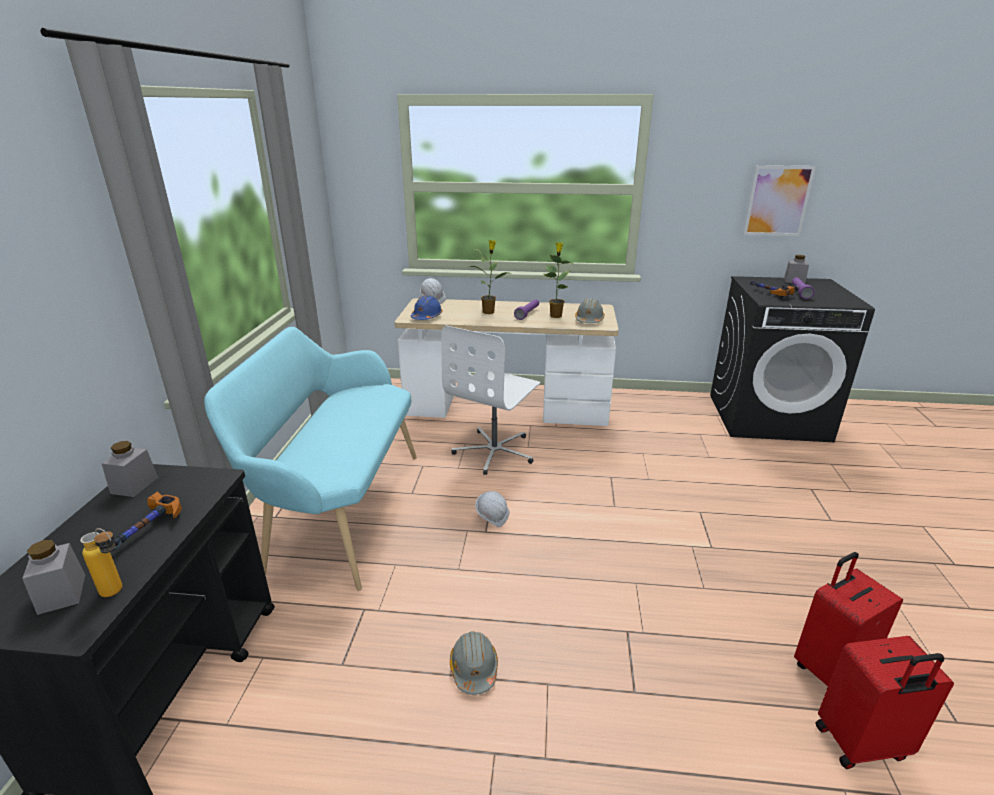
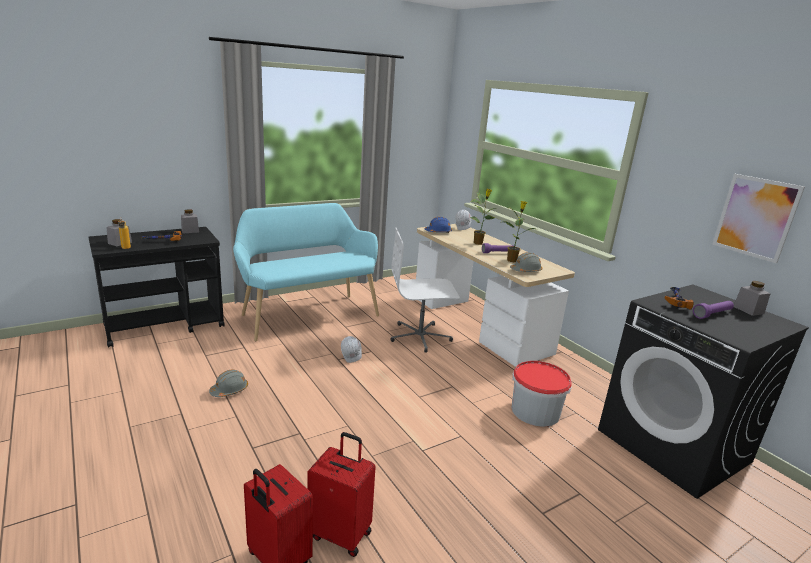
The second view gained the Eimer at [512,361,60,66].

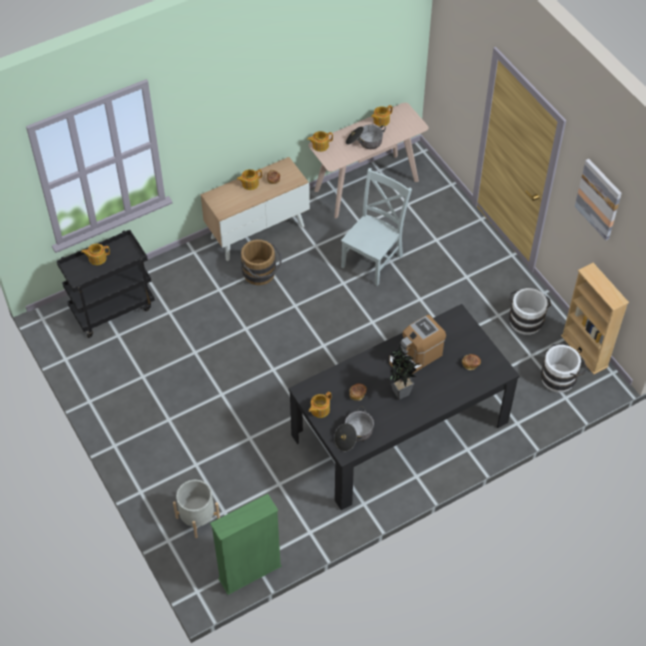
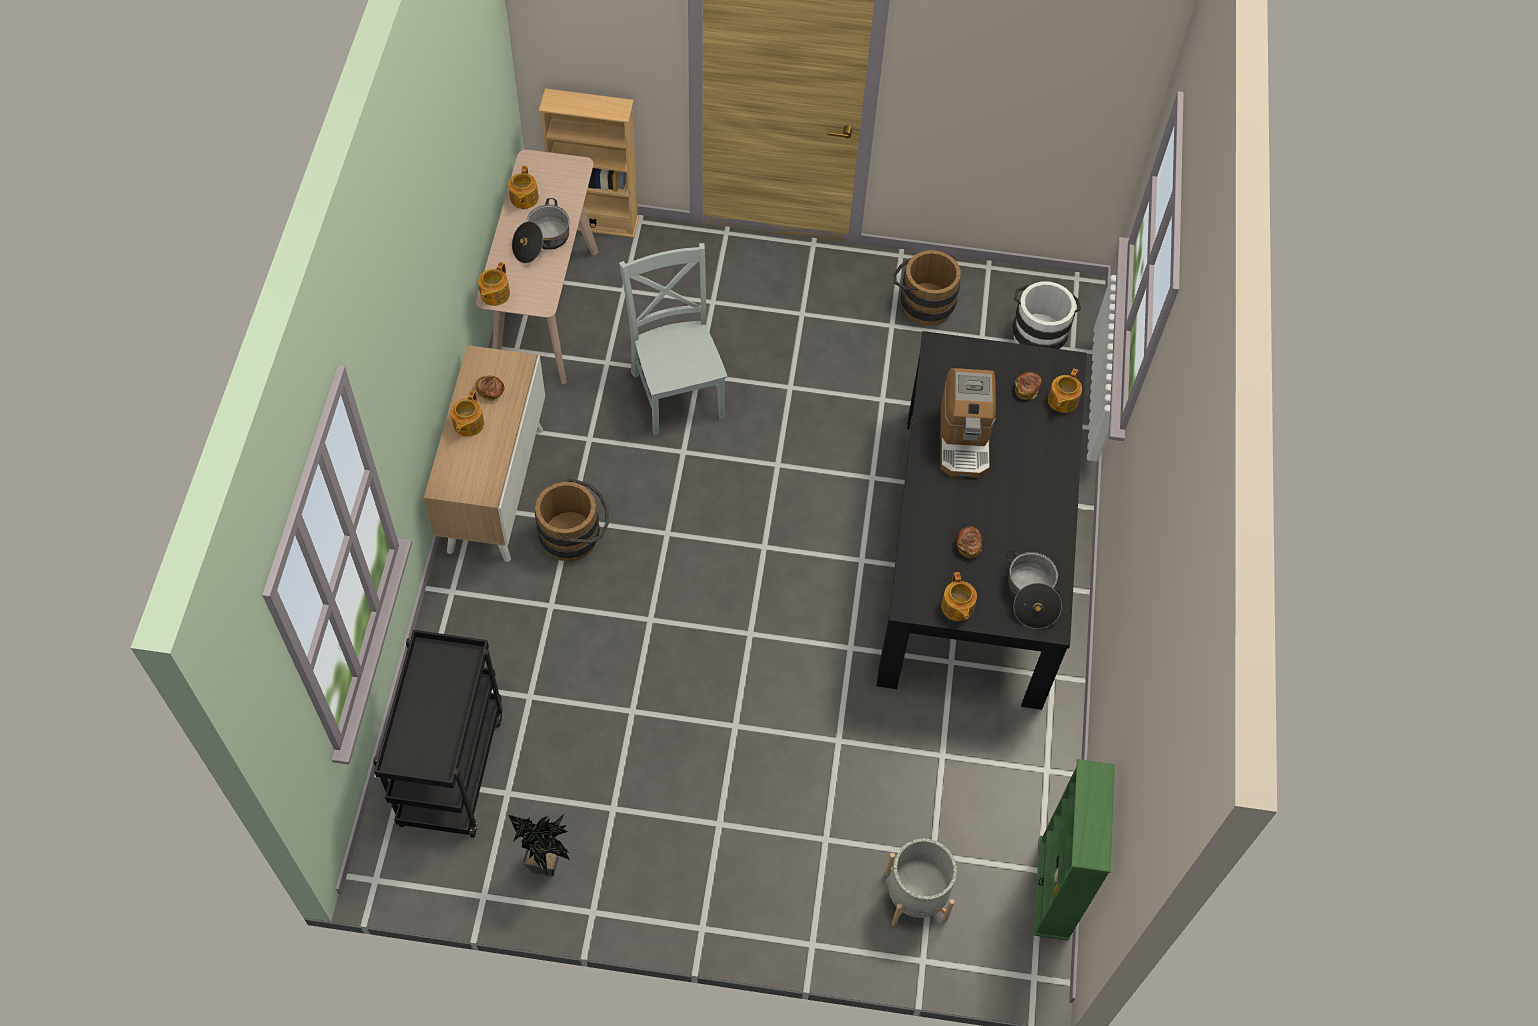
The second view lost the Bild at [575,159,47,82]. The Teekanne ended up elsewhere, having gone from [81,244,29,21] to [1048,369,34,44]. The Bücherregal [beige] ended up elsewhere, having gone from [561,263,68,111] to [539,88,100,150]. What was the Eimer [weiß] at [509,288,42,47] turned into the Eimer [braun] at [893,250,68,76]. The Topfpflanze ended up elsewhere, having gone from [389,345,31,55] to [508,813,62,63].

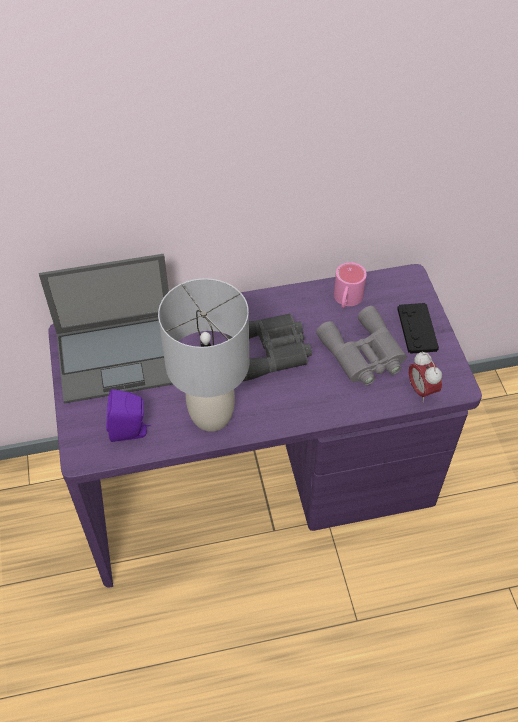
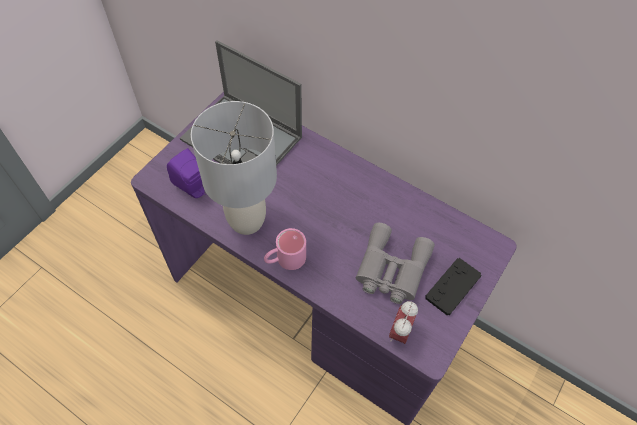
The Henkelbecher [rosa] ended up elsewhere, having gone from [334,262,33,46] to [264,228,42,42]. The second view lost the Fernglas [grau] at [227,313,85,69].

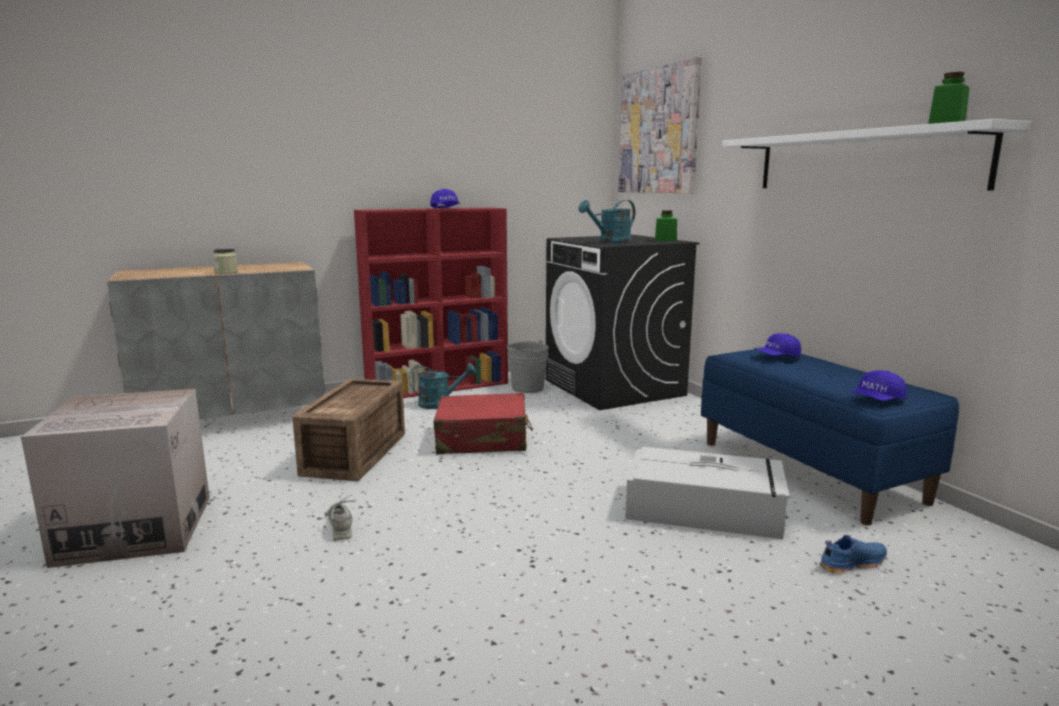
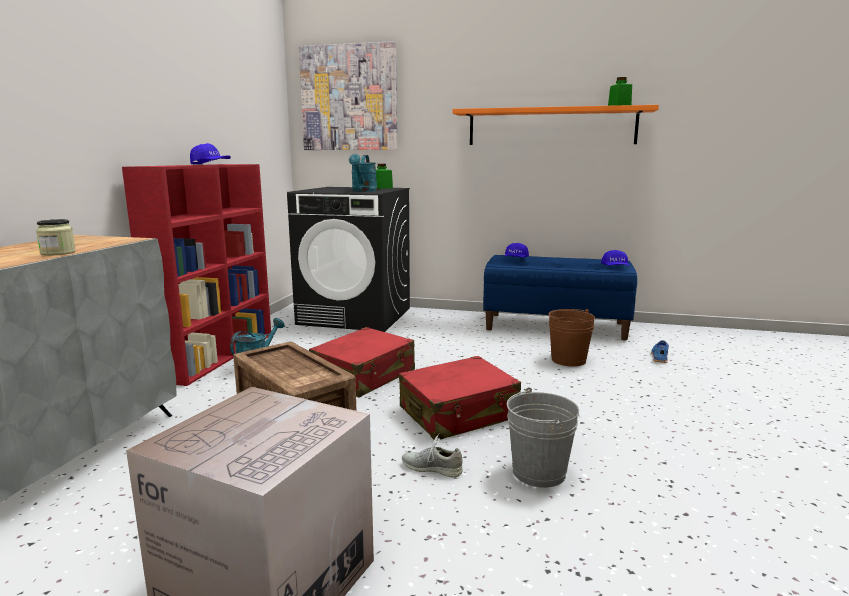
What was the Wandregal [weiß] at [722,119,309,72] turned into the Wandregal [orange] at [452,105,207,40]. The Eimer [grau] ended up elsewhere, having gone from [507,340,42,53] to [507,387,72,101]. Where the Aufbewahrungsbox [grau] stood at [625,447,165,92], the Eimer [braun] came to stand at [548,309,47,57]. The second view gained the Koffer [rot] at [399,356,122,84].

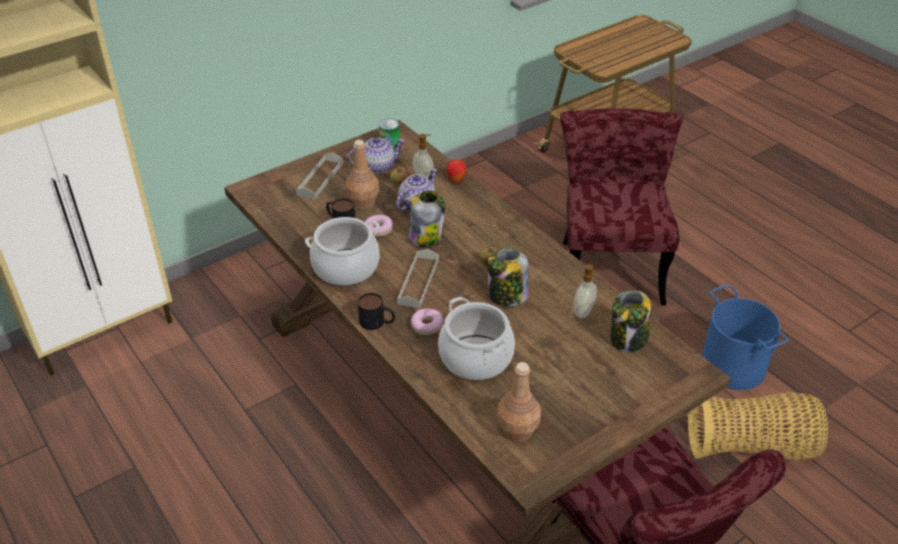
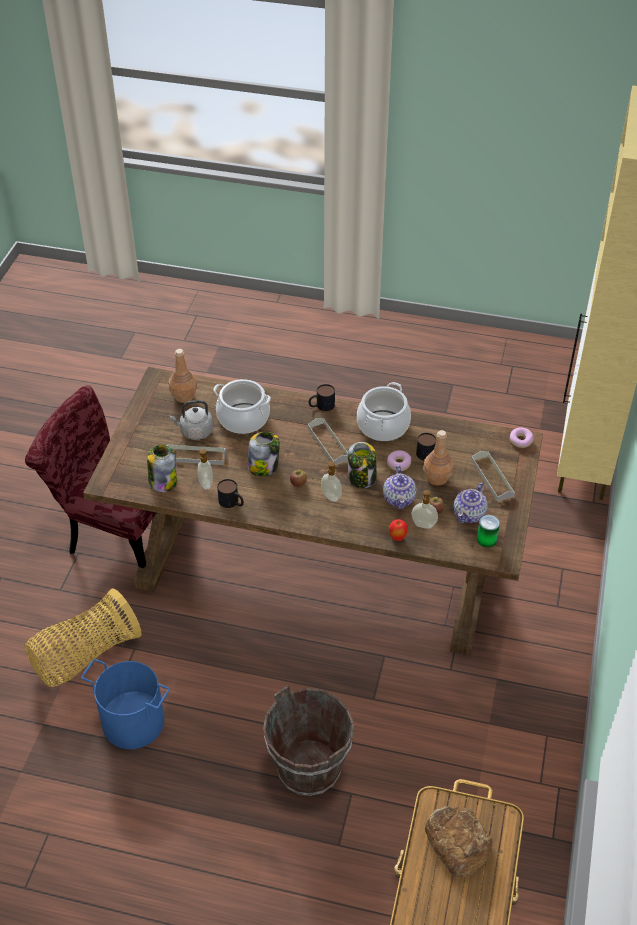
Where the Stuhl [rot] stood at [560,108,123,198], the Eimer [braun] came to stand at [263,685,91,111]. The Donut ended up elsewhere, having gone from [411,309,32,26] to [510,427,24,21]. The second view gained the Wasserkessel [grau] at [169,400,44,40]. The second view gained the Tablett [grau] at [167,444,59,21]. The second view gained the Seifenspender at [321,462,21,40]. The second view gained the Henkelbecher at [217,479,27,29]. The second view gained the Brot at [425,806,68,71].

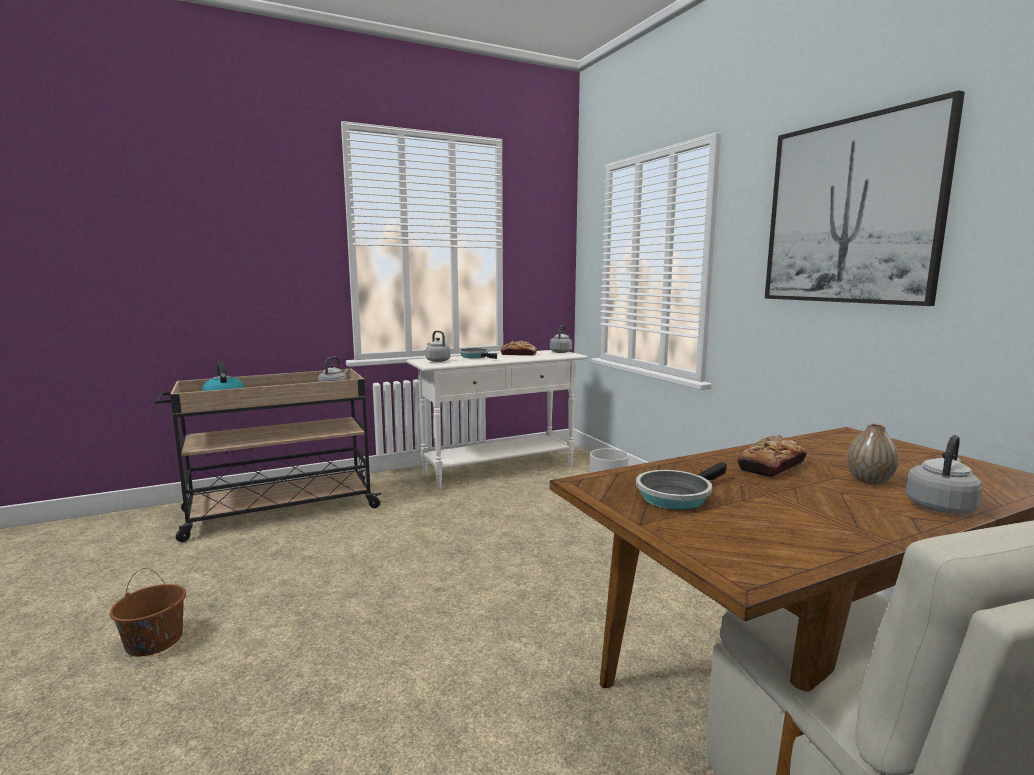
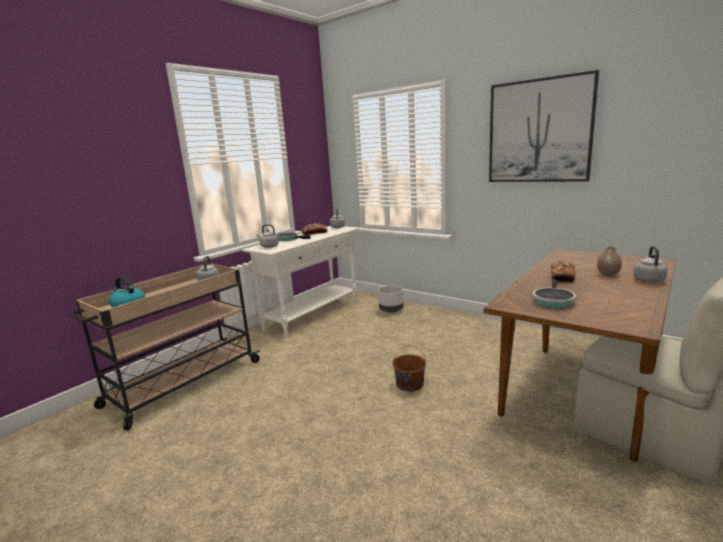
The Eimer [braun] ended up elsewhere, having gone from [110,568,76,88] to [392,345,34,47].

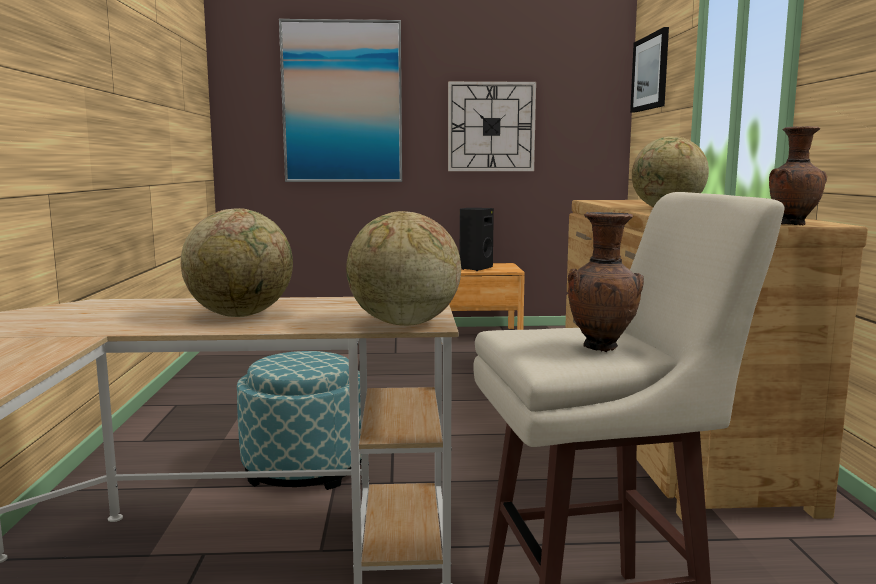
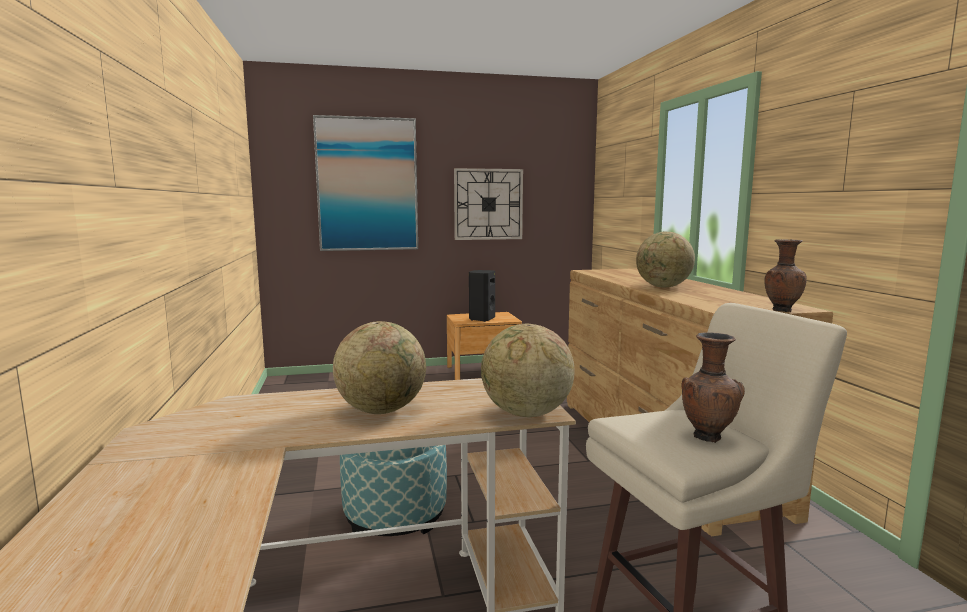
The second view lost the Bild at [630,27,39,86].

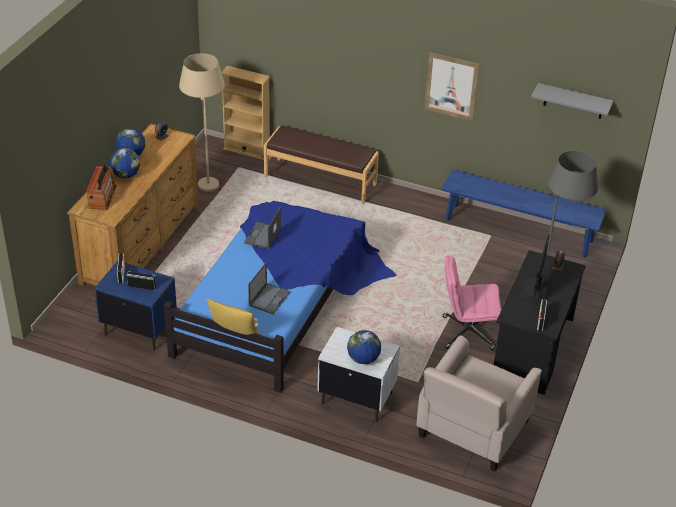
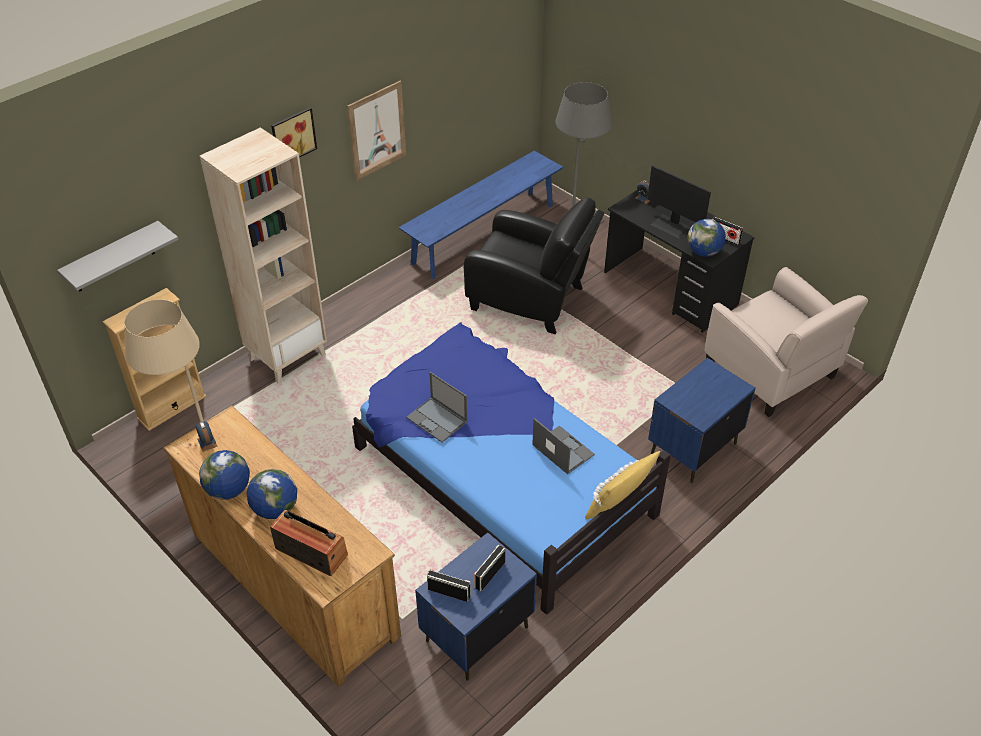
The Wandregal [grau] ended up elsewhere, having gone from [531,83,83,36] to [57,221,122,70]. Where the Bank [braun] stood at [264,125,115,79], the Bücherregal [beige] came to stand at [199,128,128,256]. The second view lost the Bürostuhl [rosa] at [443,255,58,95]. What was the Nachttisch [weiß] at [317,327,83,95] turned into the Nachttisch [blau] at [648,358,107,125]. The Globus ended up elsewhere, having gone from [347,330,34,34] to [687,219,38,38]. The second view gained the Bild at [271,107,46,51]. The second view gained the Sessel [schwarz] at [464,198,141,136].

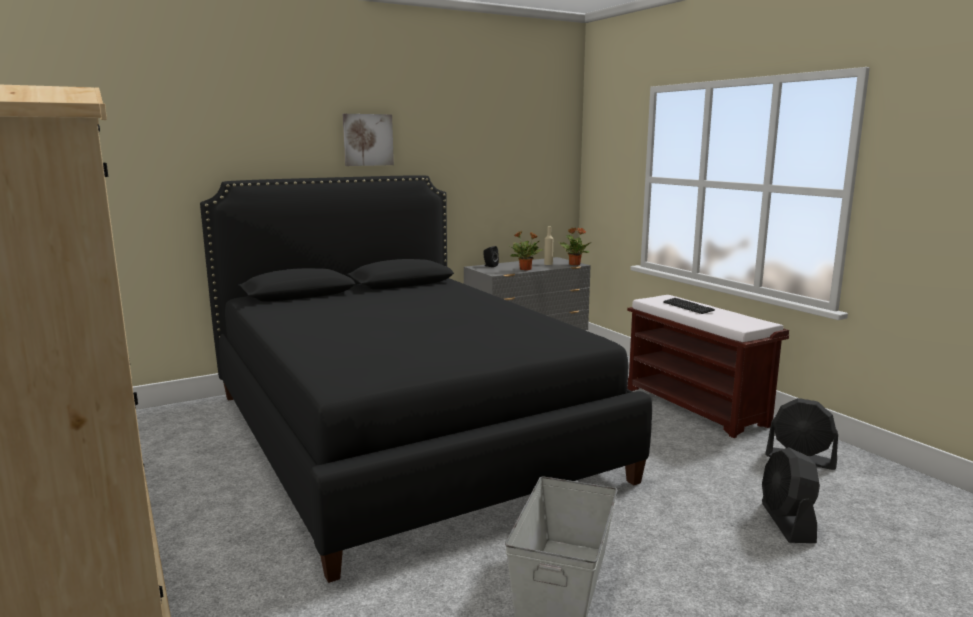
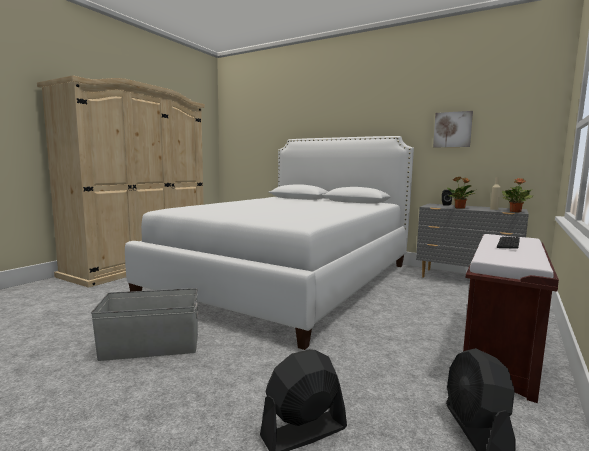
The Bild ended up elsewhere, having gone from [343,114,51,52] to [433,111,40,36]. What was the Bett [schwarz] at [200,175,452,408] turned into the Bett [weiß] at [125,136,289,214].

